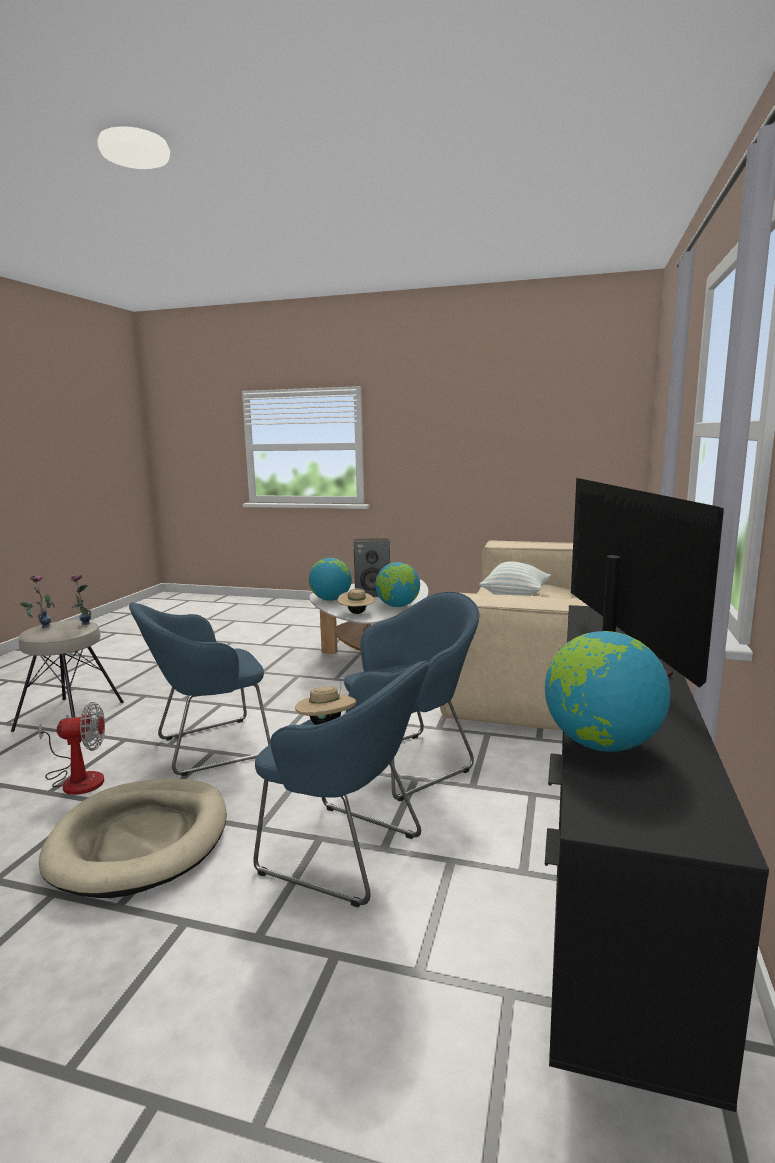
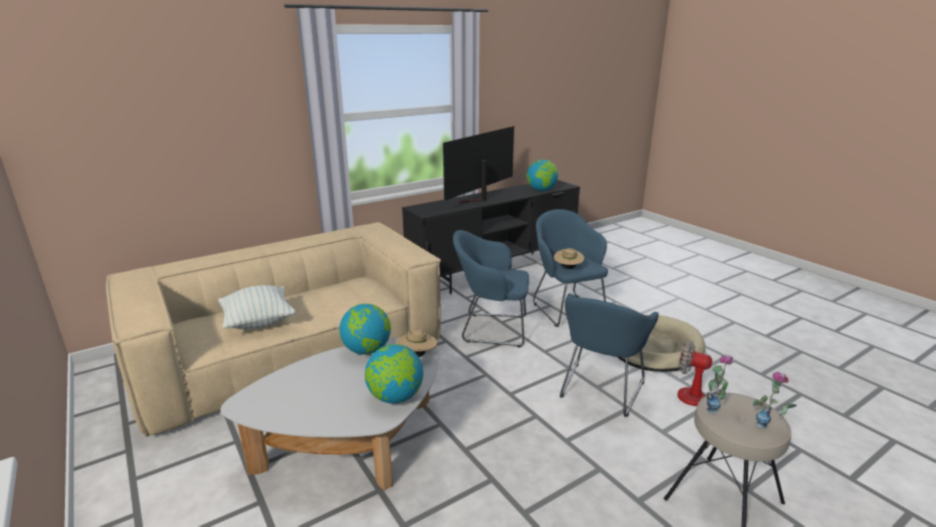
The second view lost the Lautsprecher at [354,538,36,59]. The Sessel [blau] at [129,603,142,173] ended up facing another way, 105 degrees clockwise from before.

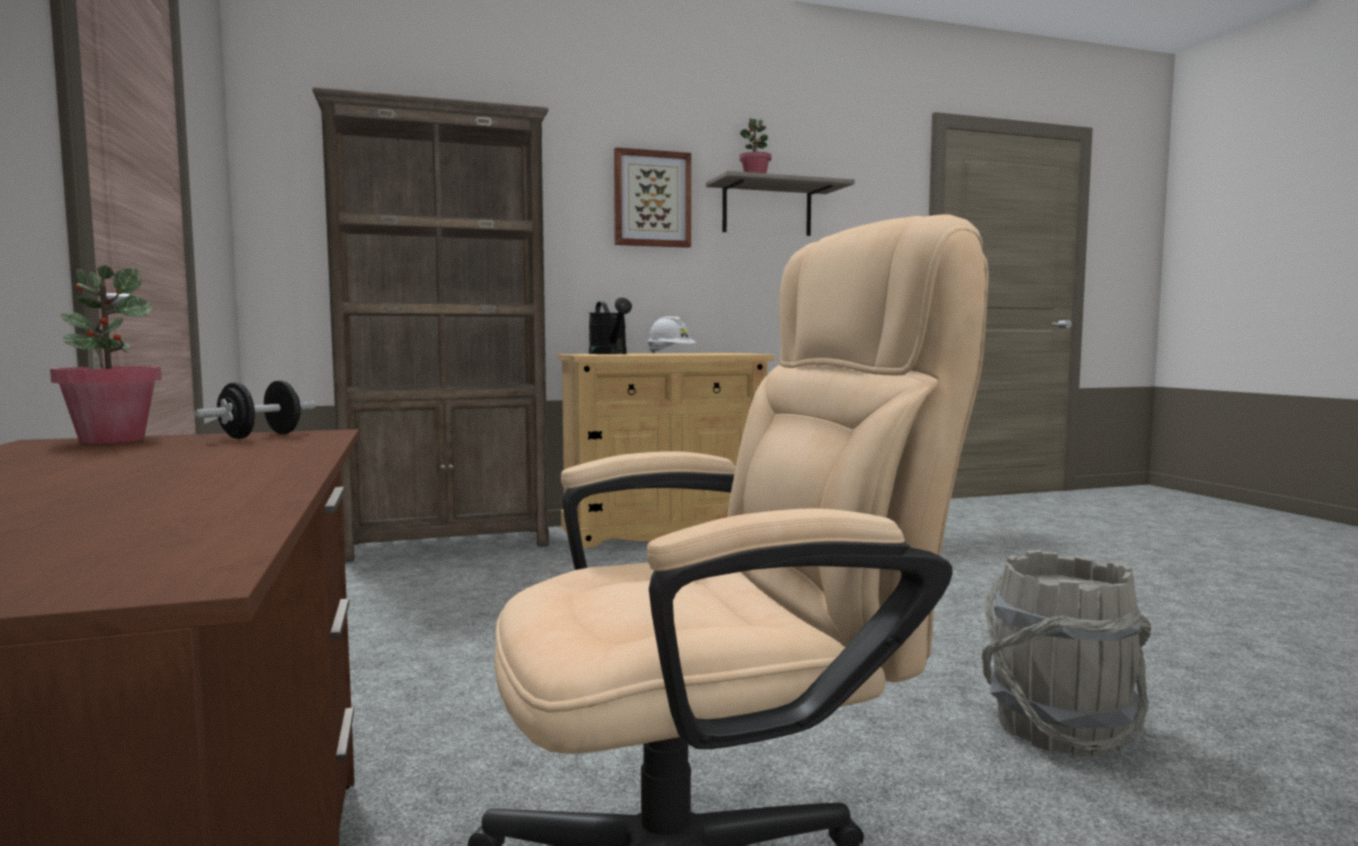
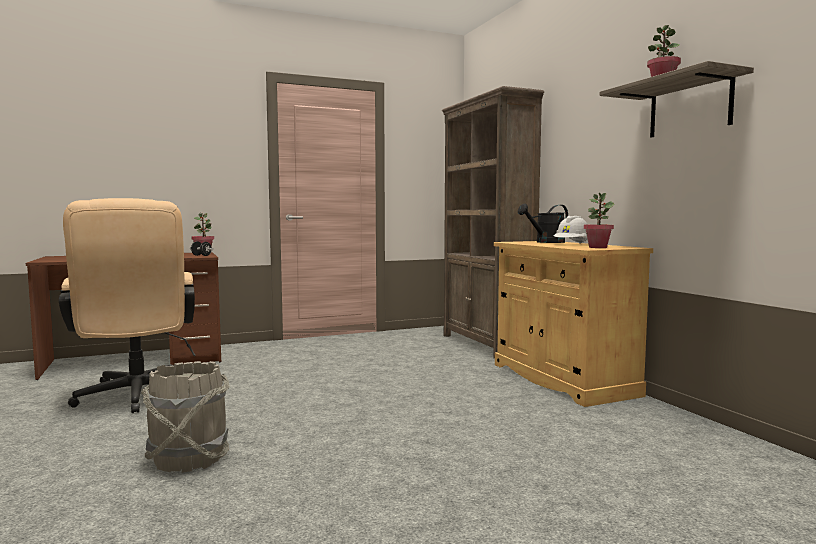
The second view lost the Bild at [614,147,77,101]. The second view gained the Topfpflanze at [584,193,30,55].

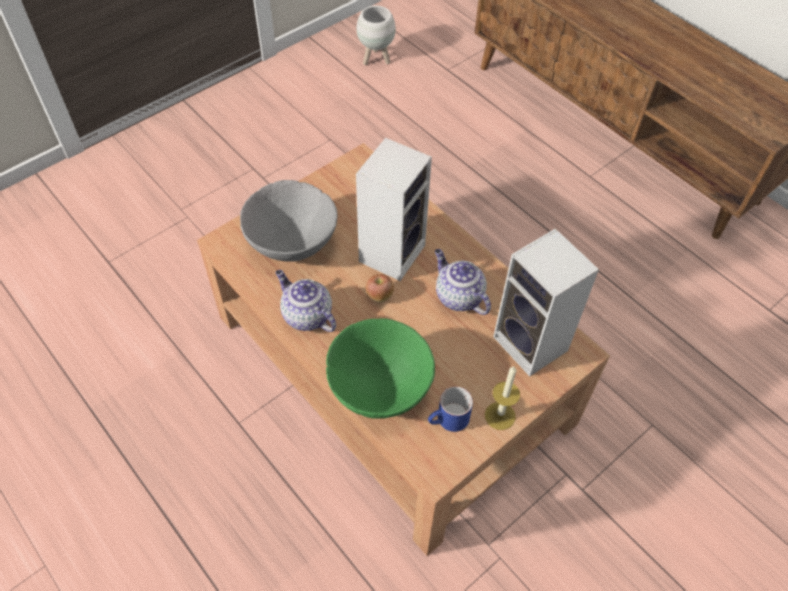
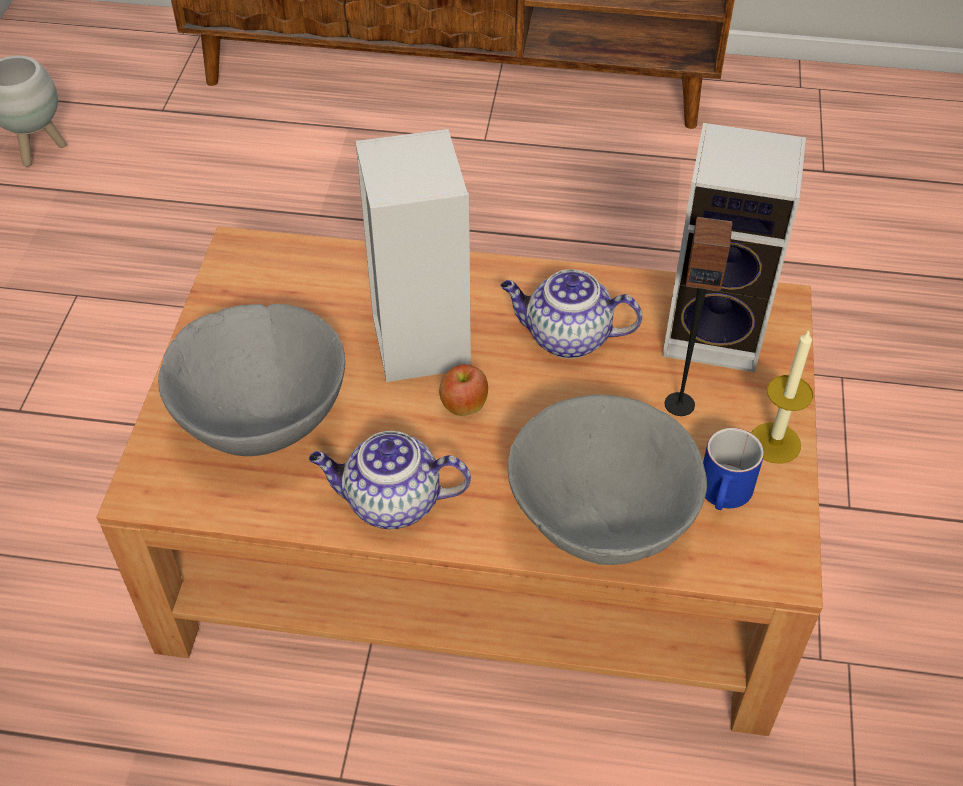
What was the Schüssel [grün] at [326,319,109,100] turned into the Schüssel [grau] at [508,394,199,171]. The second view gained the Lautsprecher at [665,217,67,199].

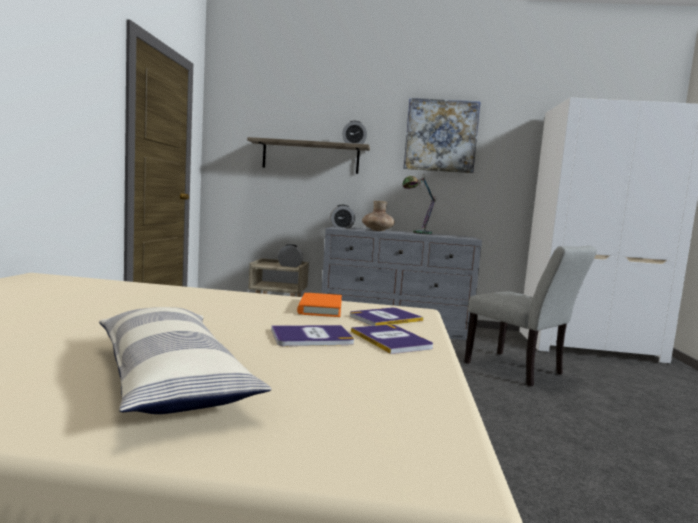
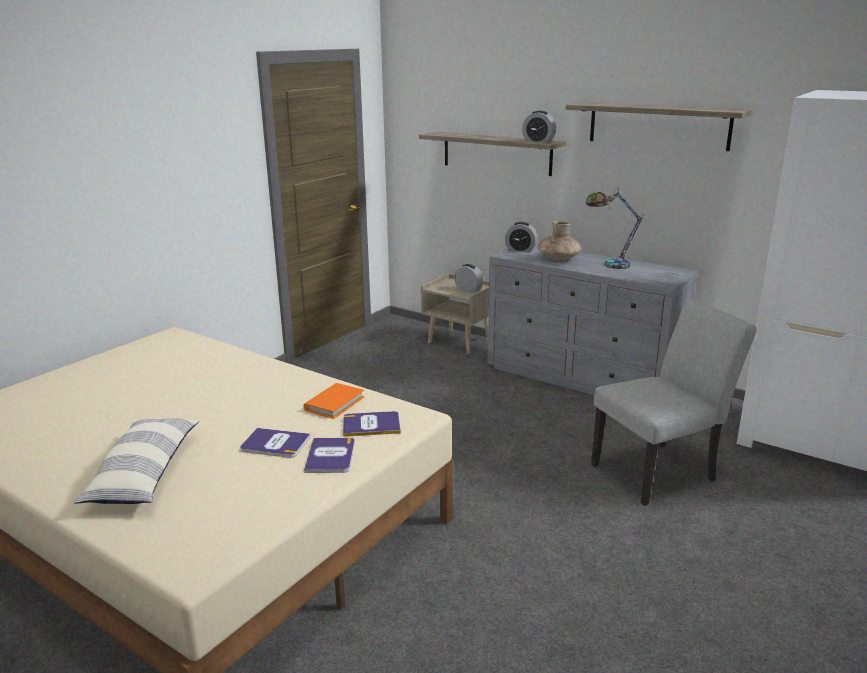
Where the Bild hung at [403,98,78,75], the Wandregal came to hang at [566,102,186,49]. The Stuhl [grau] at [464,246,133,140] ended up facing another way, 105 degrees counterclockwise from before.

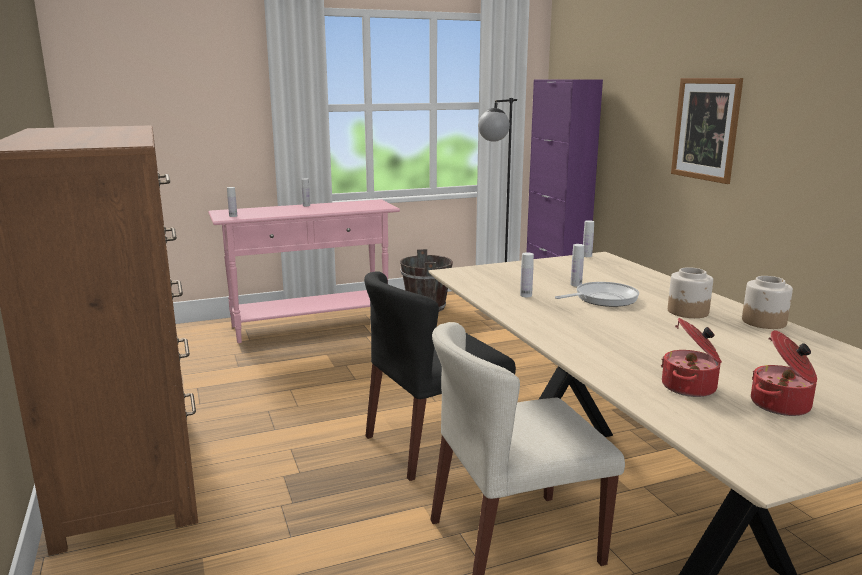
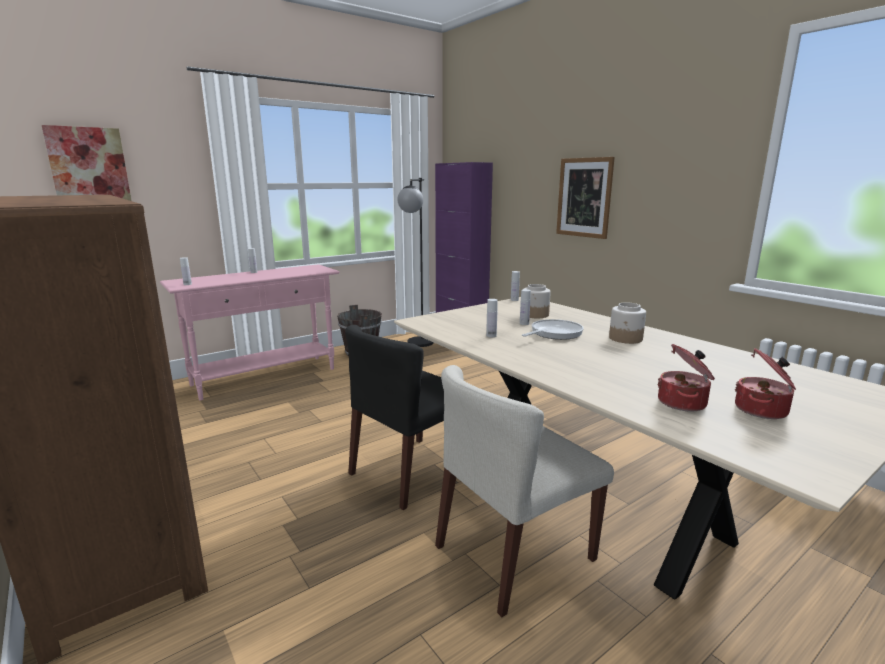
The Vorratsglas ended up elsewhere, having gone from [742,276,51,53] to [524,284,27,34]. The second view gained the Bild at [42,125,90,76].

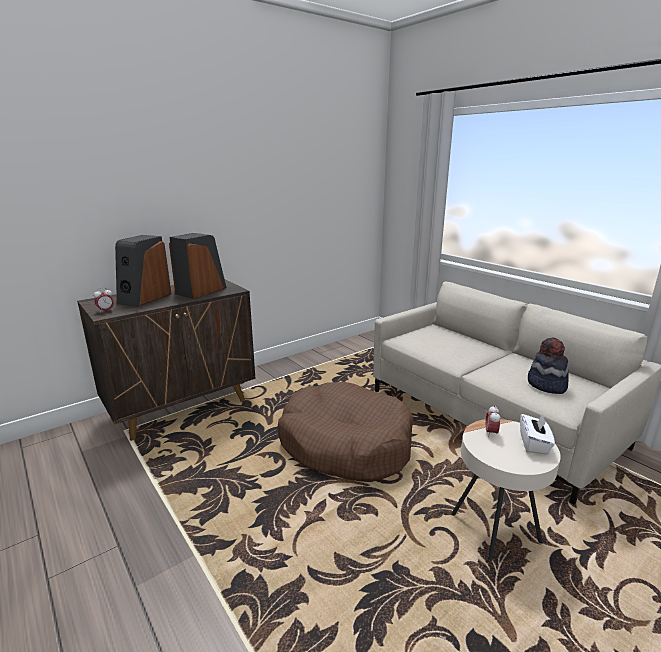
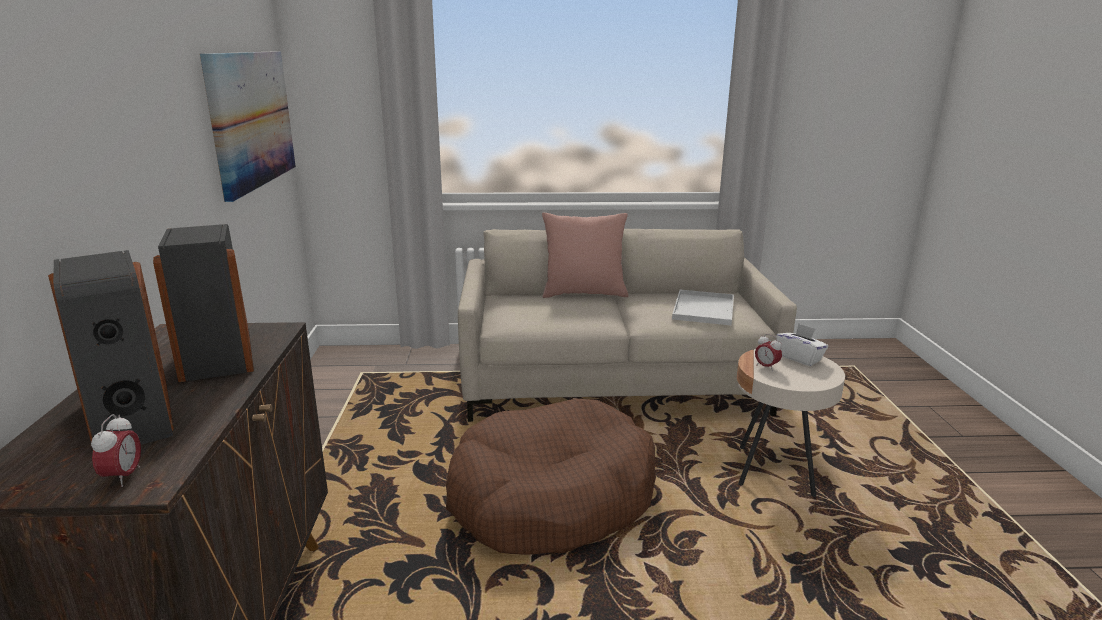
Where the Hut stood at [528,337,41,57], the Tablett [weiß] came to stand at [672,290,62,35]. The second view gained the Bild at [200,51,96,151]. The second view gained the Kissen [rosa] at [542,212,87,86].

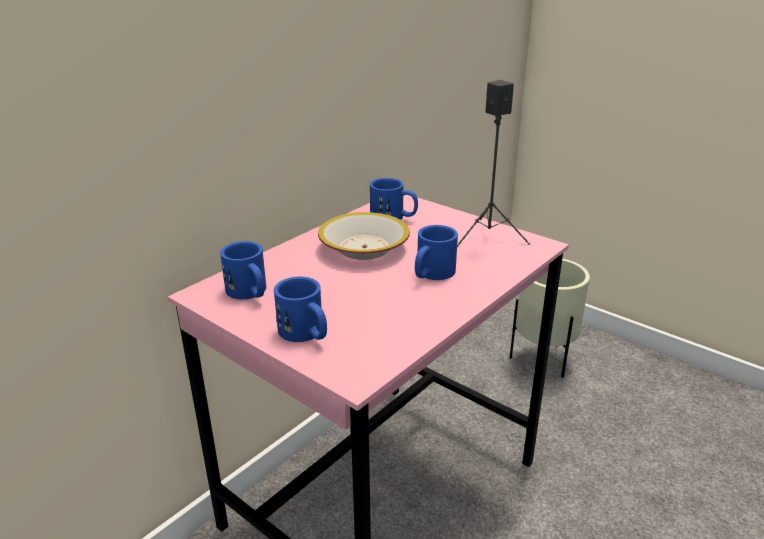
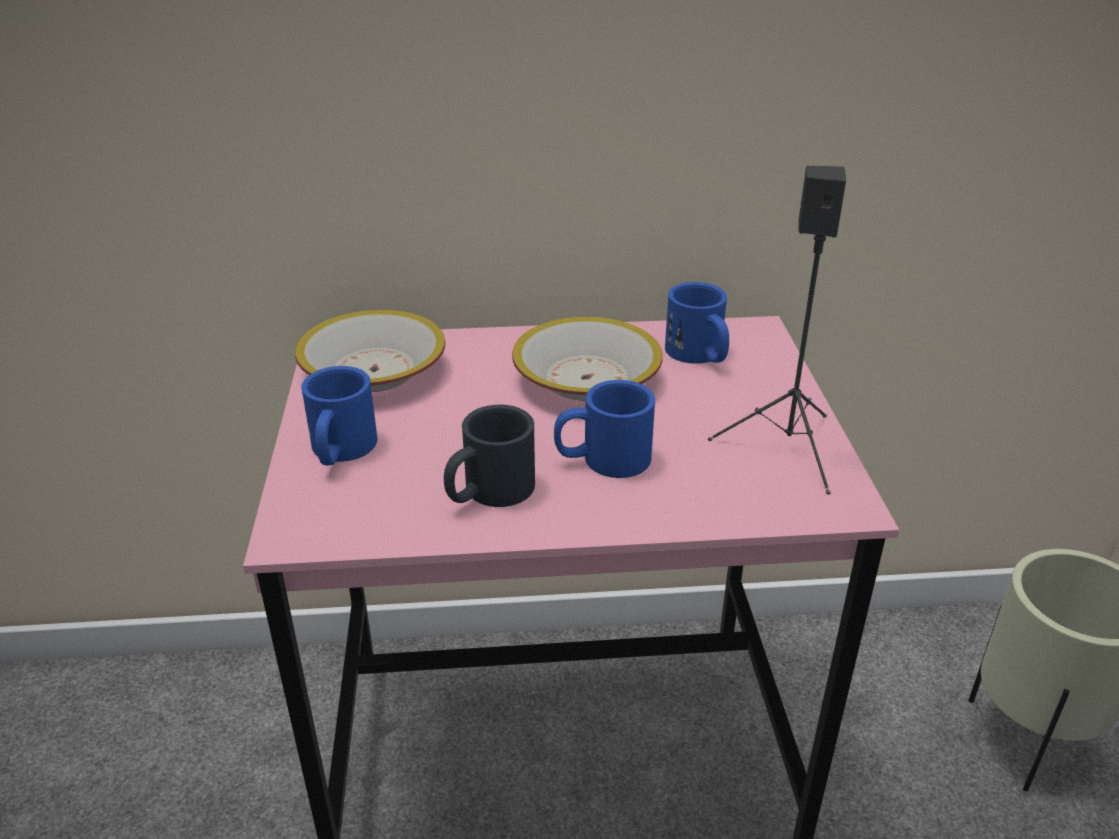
Where the Henkelbecher [blau] stood at [220,241,46,58], the Schüssel came to stand at [295,310,150,82]. The second view gained the Henkelbecher [schwarz] at [444,405,91,102].

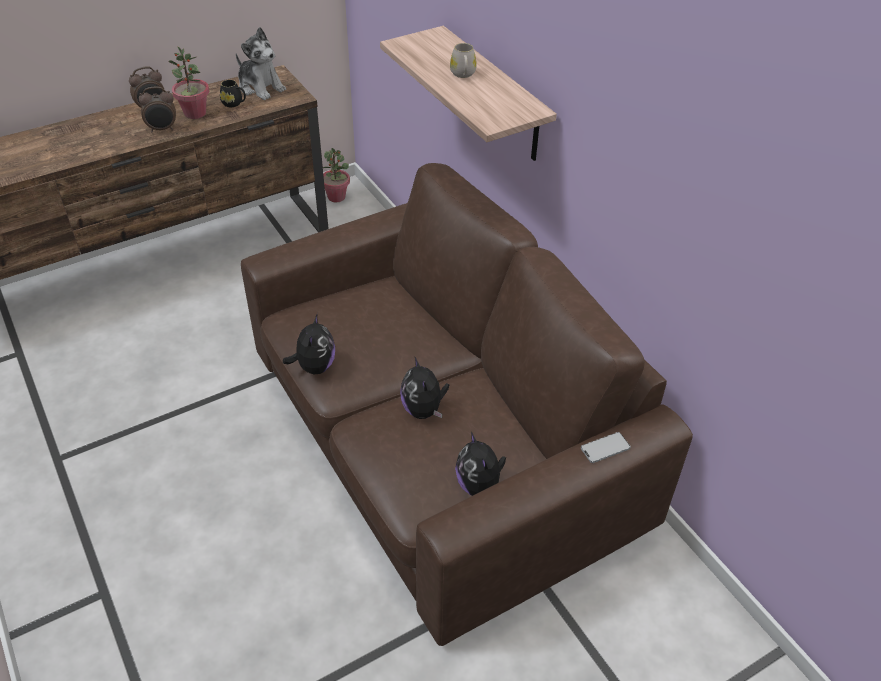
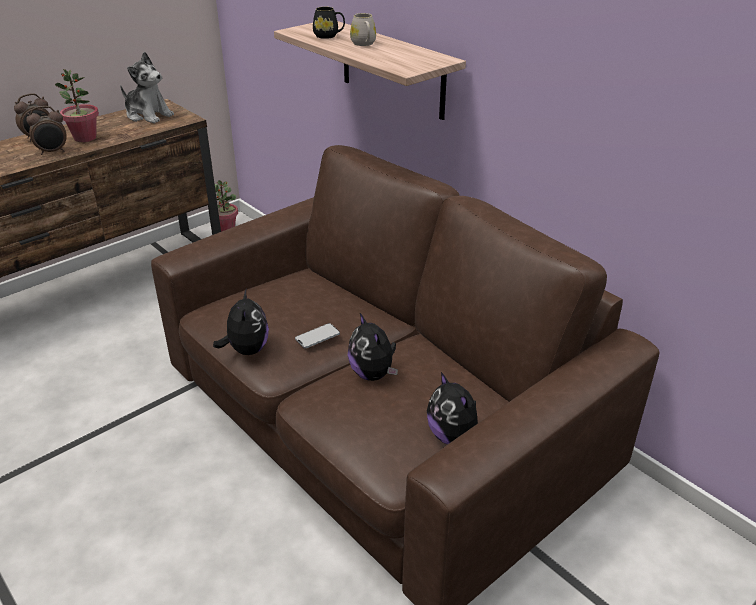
The Henkelbecher [schwarz] ended up elsewhere, having gone from [220,80,26,27] to [313,7,32,32]. The Handy ended up elsewhere, having gone from [581,432,50,31] to [295,323,45,26].

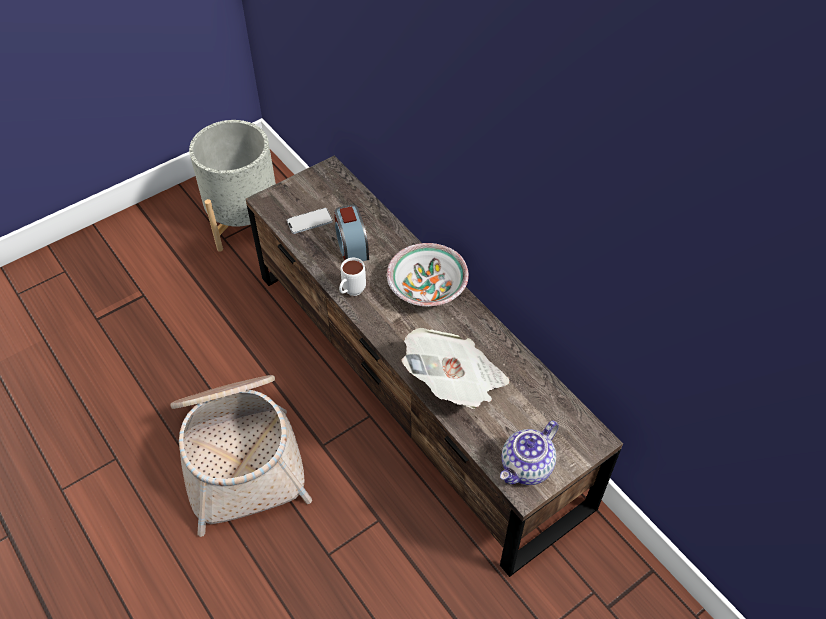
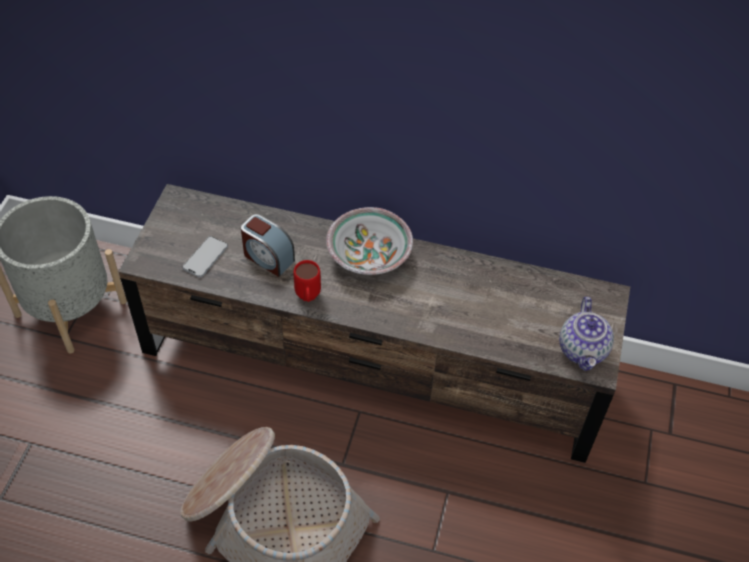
What was the Henkelbecher [weiß] at [339,258,27,38] turned into the Henkelbecher [rot] at [294,260,27,42]. The second view lost the Zeitung at [401,328,108,81].

